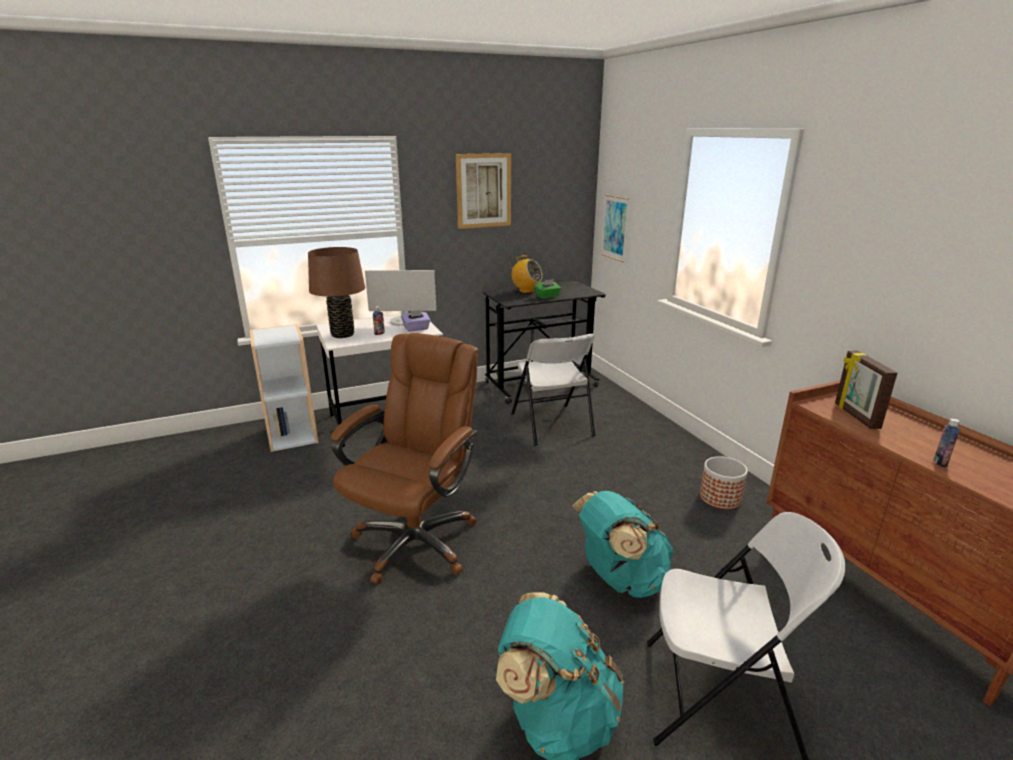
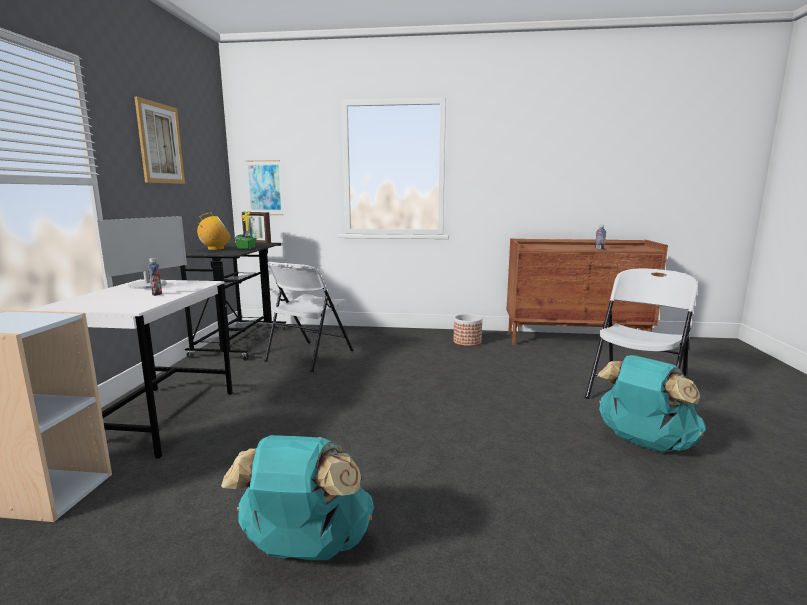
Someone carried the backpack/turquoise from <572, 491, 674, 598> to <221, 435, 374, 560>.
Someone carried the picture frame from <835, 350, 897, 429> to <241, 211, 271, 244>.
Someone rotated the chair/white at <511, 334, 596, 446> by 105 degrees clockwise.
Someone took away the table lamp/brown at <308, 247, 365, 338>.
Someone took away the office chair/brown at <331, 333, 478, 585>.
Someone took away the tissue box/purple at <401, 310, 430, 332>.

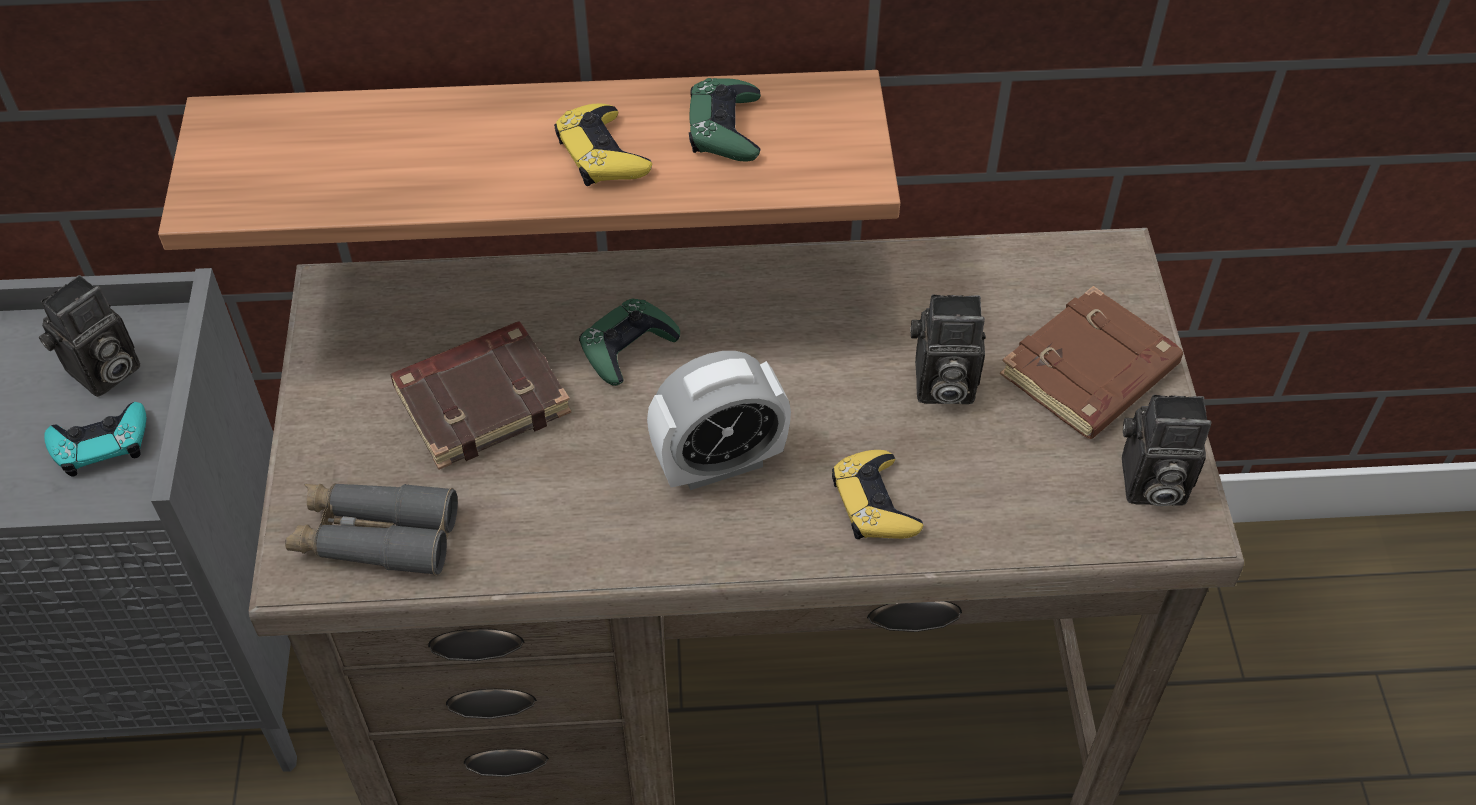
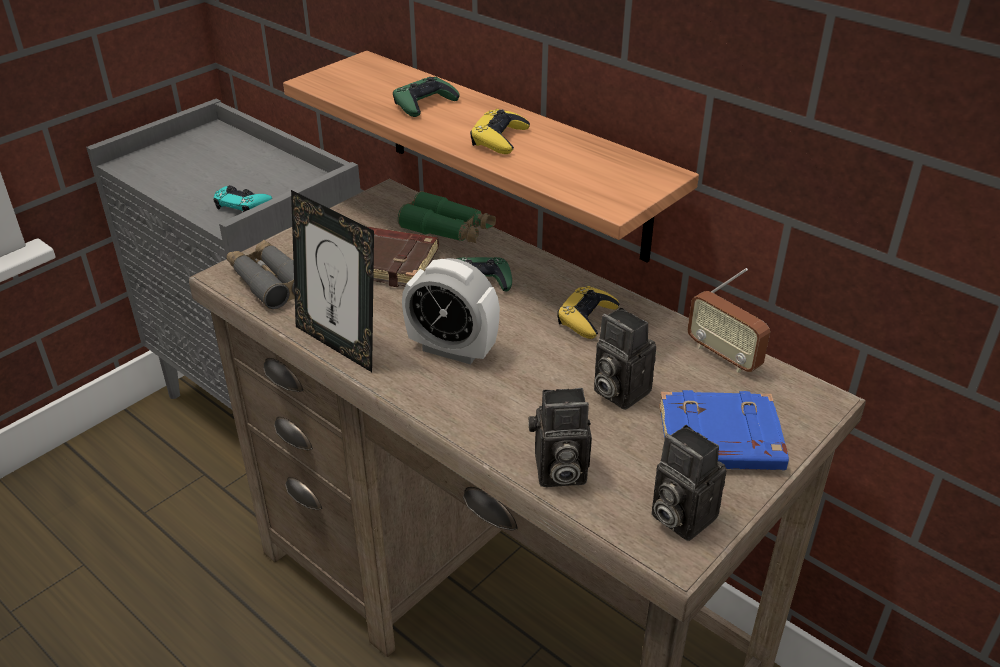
Someone put down the picture frame at <291, 190, 374, 372>.
Someone carried the game controller/green from <689, 78, 761, 161> to <393, 77, 459, 117>.
Someone put down the binoculars/green at <398, 191, 496, 243>.
Someone carried the photo camera from <39, 275, 141, 397> to <528, 388, 592, 487>.
Someone carried the game controller/yellow from <832, 450, 923, 539> to <557, 286, 620, 339>.
Someone repainted the book/brown at <1000, 286, 1183, 439>, which became the book/blue at <659, 390, 789, 470>.
Someone put down the radio at <687, 268, 770, 373>.

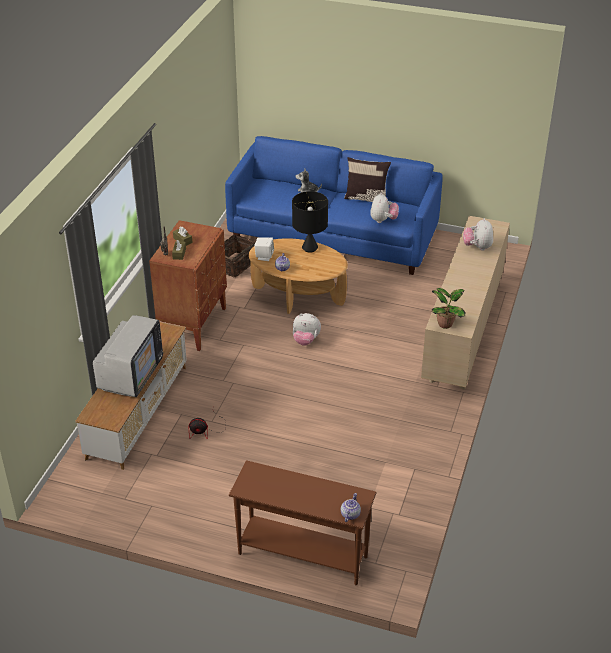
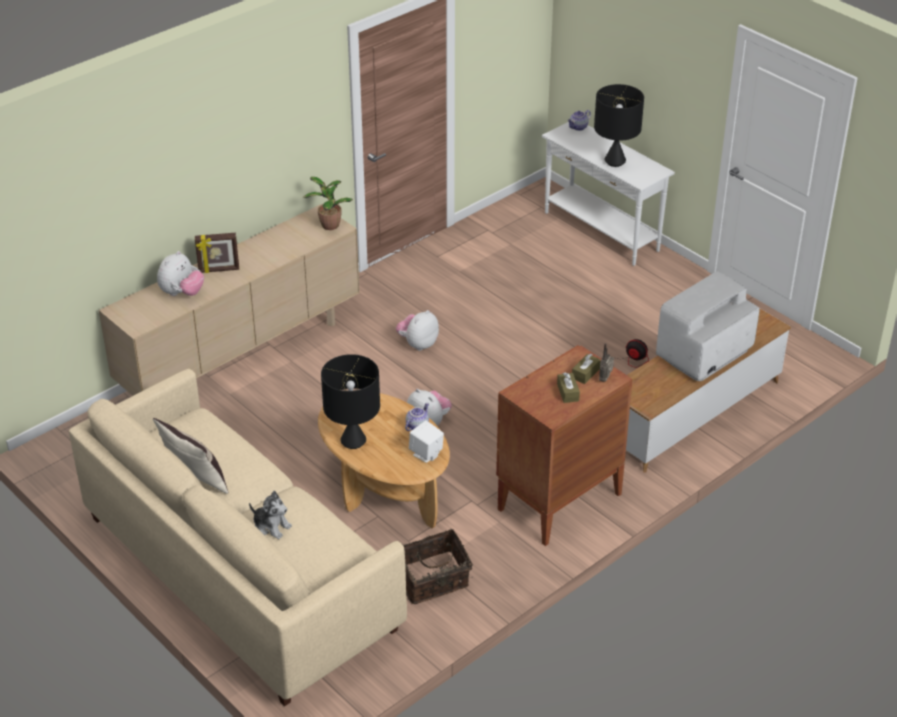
Someone repainted the sofa/blue at <225, 136, 443, 275>, which became the sofa/beige at <69, 369, 407, 706>.
Someone put down the picture frame at <195, 233, 239, 273>.
Someone carried the plush toy from <370, 193, 399, 223> to <396, 310, 439, 351>.
Someone repainted the console table/brown at <229, 460, 376, 585>, which became the console table/white at <542, 122, 675, 266>.
Someone put down the table lamp/black at <594, 84, 644, 167>.

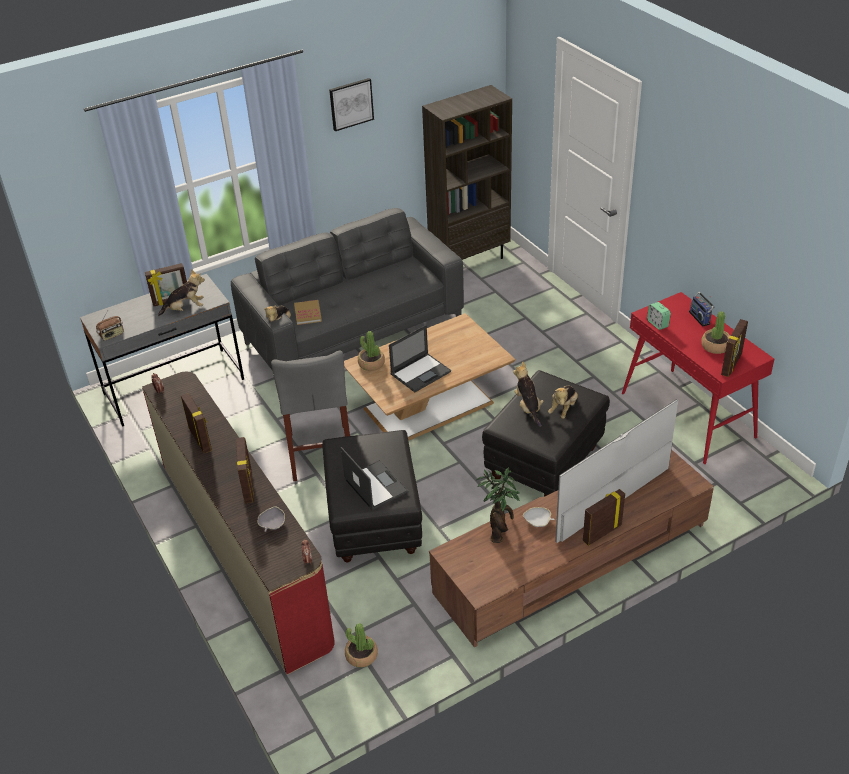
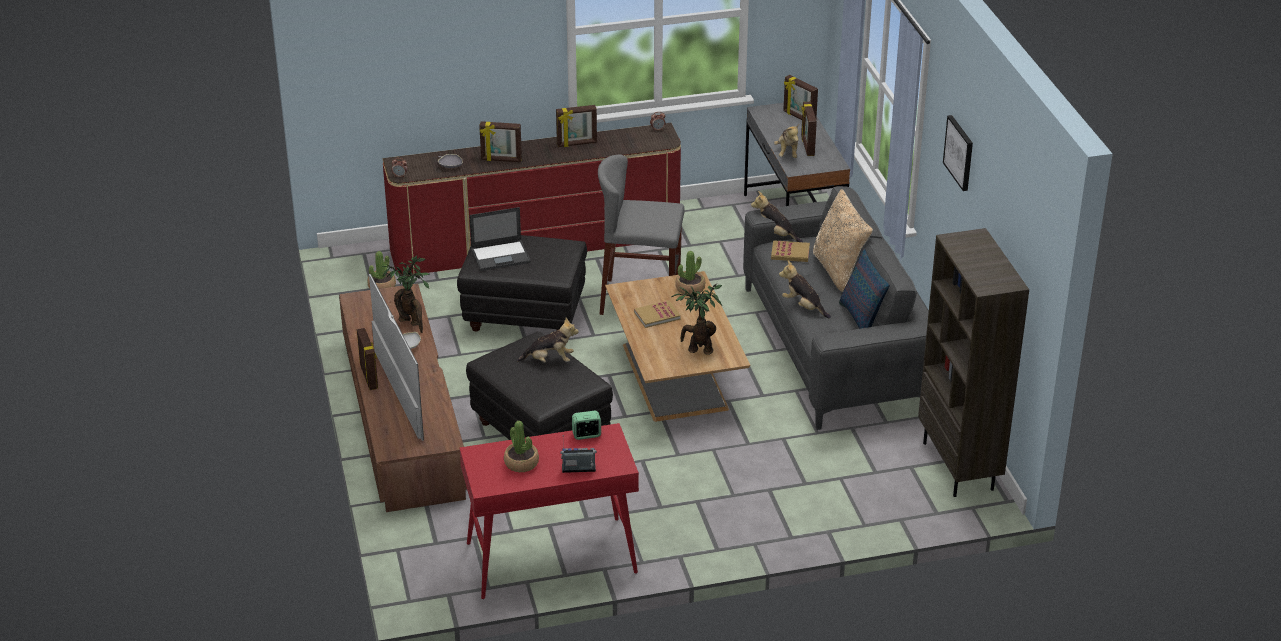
Someone swapped the laptop at <389, 325, 451, 392> for the book at <634, 300, 681, 328>.
Someone put down the potted plant at <671, 283, 722, 355>.
Someone carried the plush toy from <548, 385, 578, 419> to <779, 260, 831, 318>.
Someone carried the picture frame from <721, 319, 748, 377> to <783, 75, 818, 120>.
Someone put down the pillow/beige at <813, 189, 873, 292>.
Someone put down the pillow/blue at <839, 249, 890, 329>.
Someone took away the radio at <96, 311, 124, 341>.

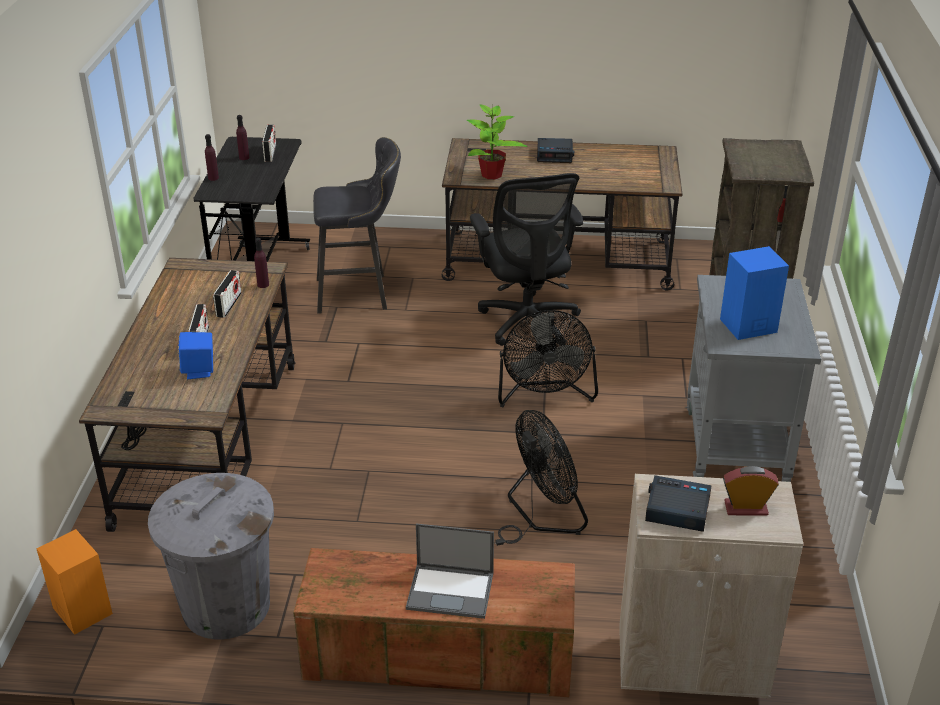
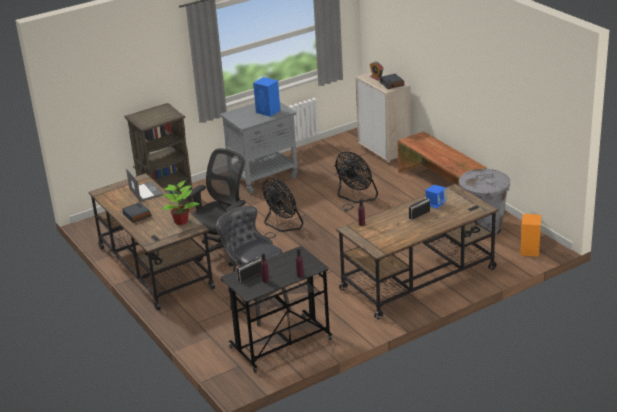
Someone carried the laptop from <406, 524, 494, 619> to <126, 169, 163, 202>.
Someone rotated the fan/black at <494, 410, 588, 546> by 105 degrees clockwise.
Someone took away the radio at <213, 270, 242, 318>.

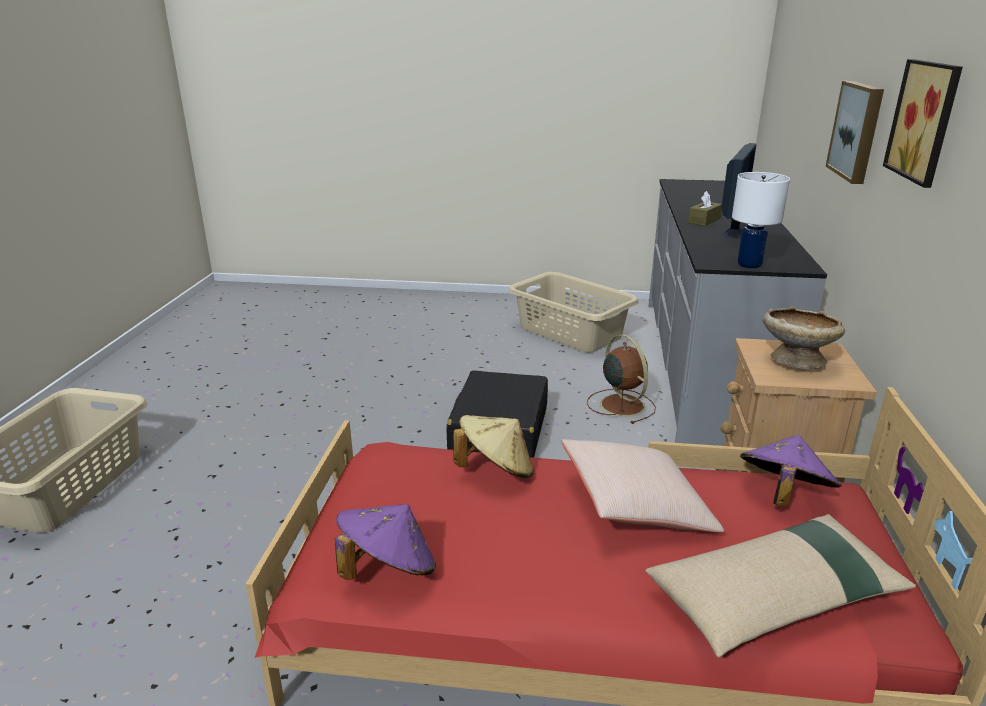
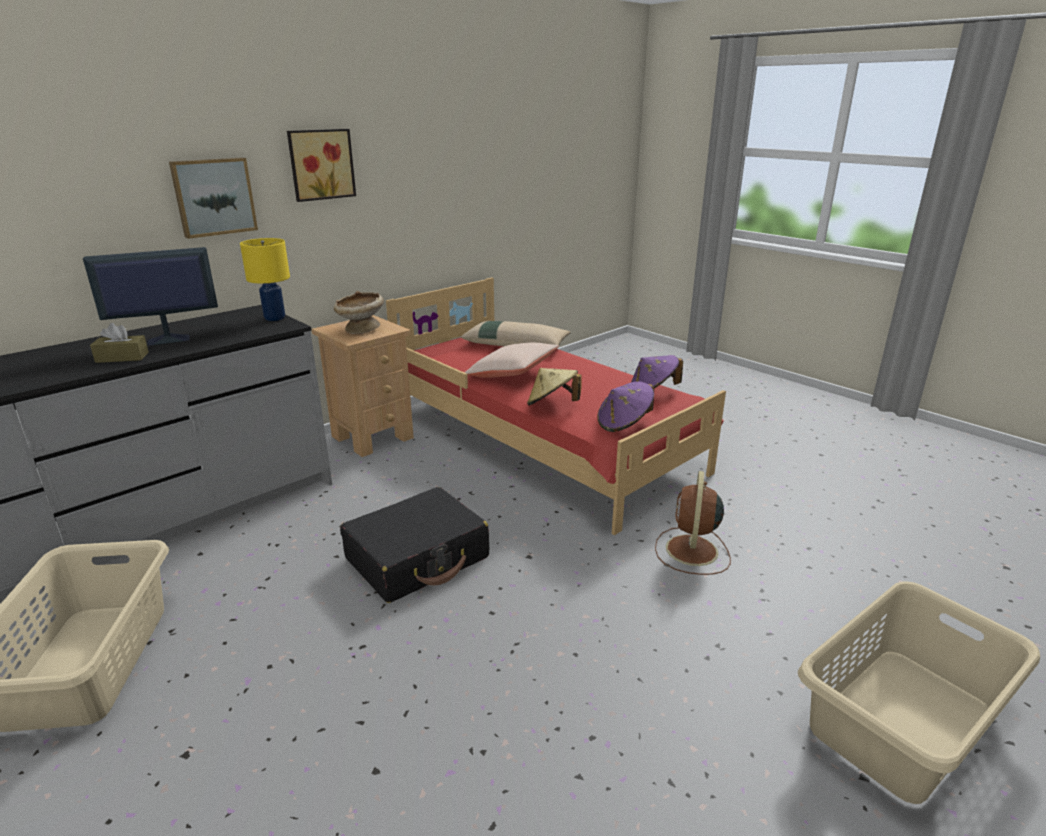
Someone repainted the table lamp/white at <732, 172, 790, 268>, which became the table lamp/yellow at <240, 238, 290, 321>.
Someone carried the hat/purple from <740, 435, 842, 507> to <597, 381, 654, 432>.
Someone carried the fan/brown from <587, 334, 656, 424> to <655, 471, 731, 575>.

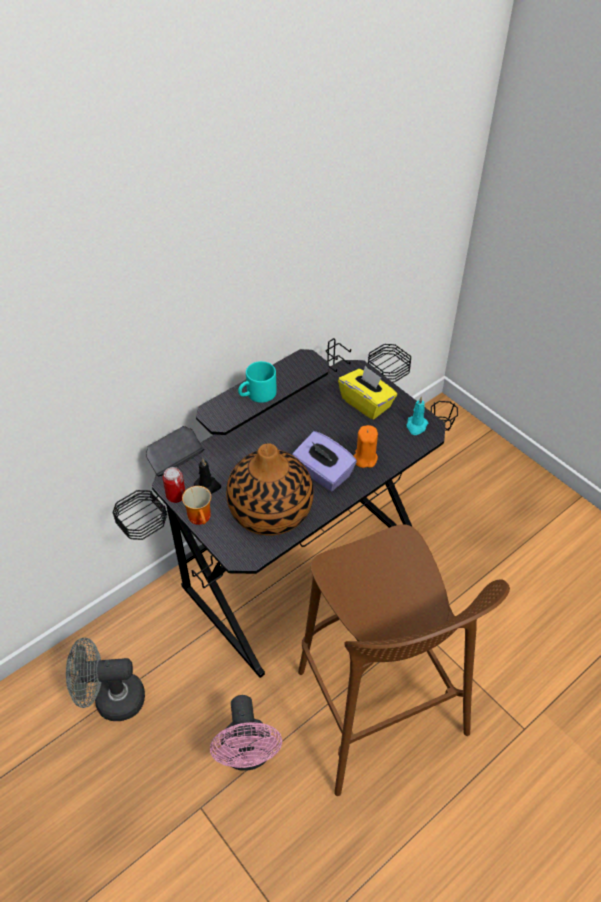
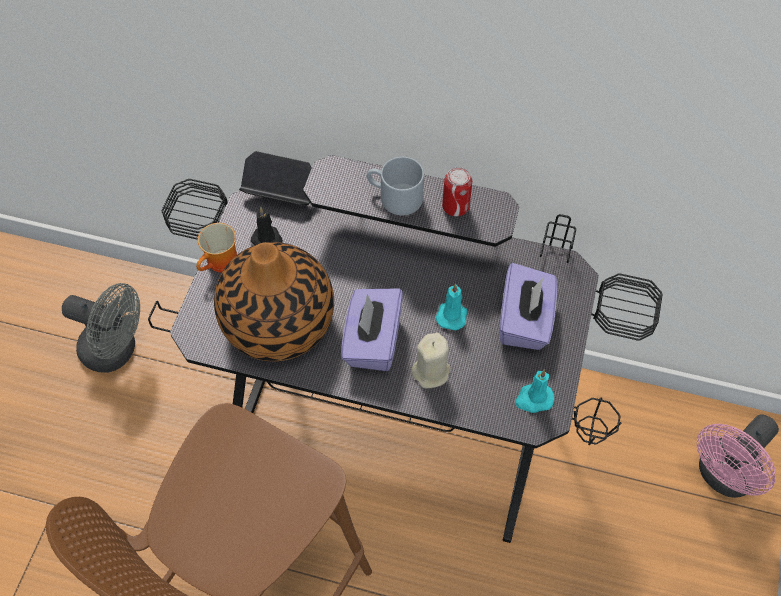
Someone rotated the fan/grey at <66, 638, 145, 721> by 150 degrees clockwise.
Someone repainted the mug/turquoise at <238, 361, 277, 403>, which became the mug/grey at <367, 157, 424, 216>.
Someone repainted the candle/orange at <353, 425, 378, 468>, which became the candle/beige at <411, 332, 450, 388>.
Someone put down the candle/turquoise at <435, 284, 467, 330>.
Someone carried the can from <163, 467, 186, 503> to <442, 167, 472, 216>.
Someone repainted the tissue box/yellow at <338, 366, 397, 420>, which became the tissue box/purple at <500, 263, 557, 350>.
Someone carried the fan/pink from <210, 695, 282, 771> to <697, 414, 779, 498>.

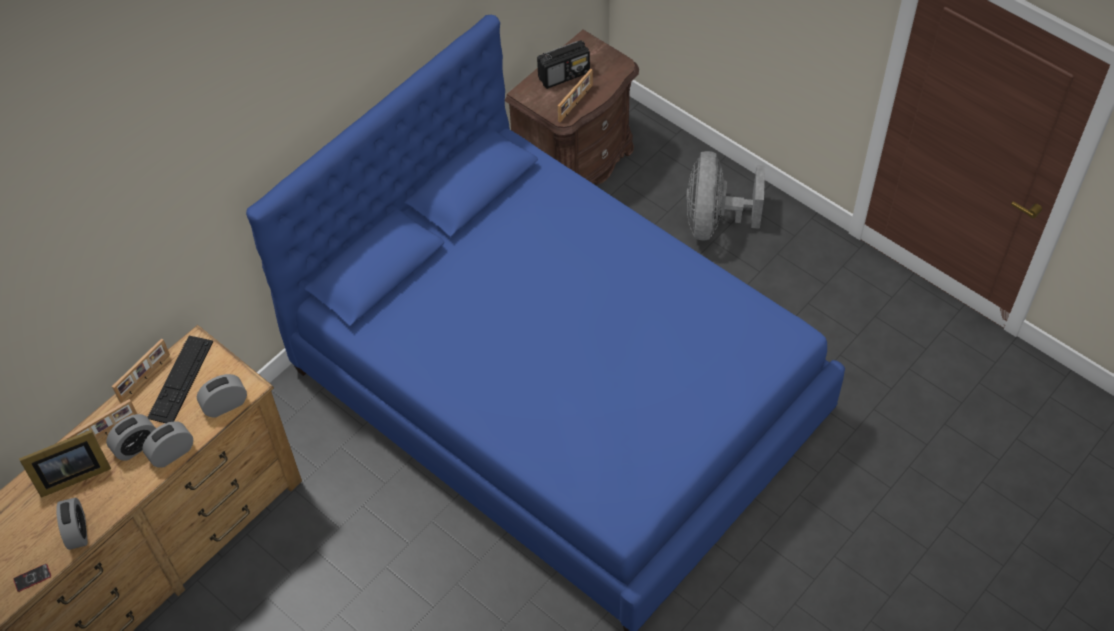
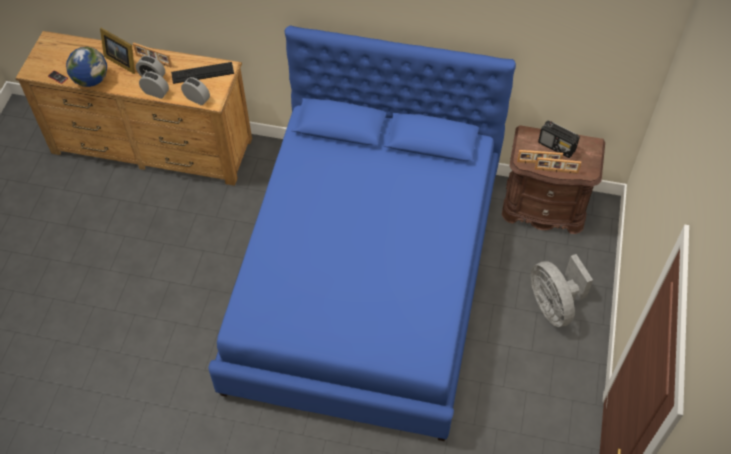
Someone swapped the alarm clock at <56, 497, 88, 550> for the globe at <66, 47, 107, 87>.
Someone rotated the fan/grey at <686, 151, 765, 241> by 90 degrees counterclockwise.
Someone carried the picture frame from <112, 338, 170, 402> to <535, 157, 581, 174>.

